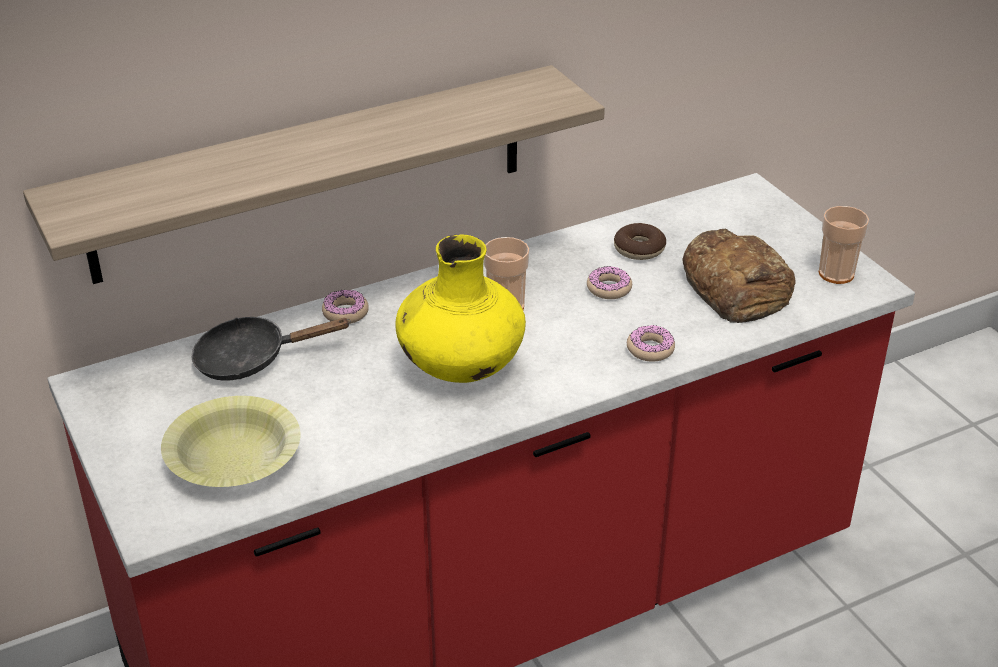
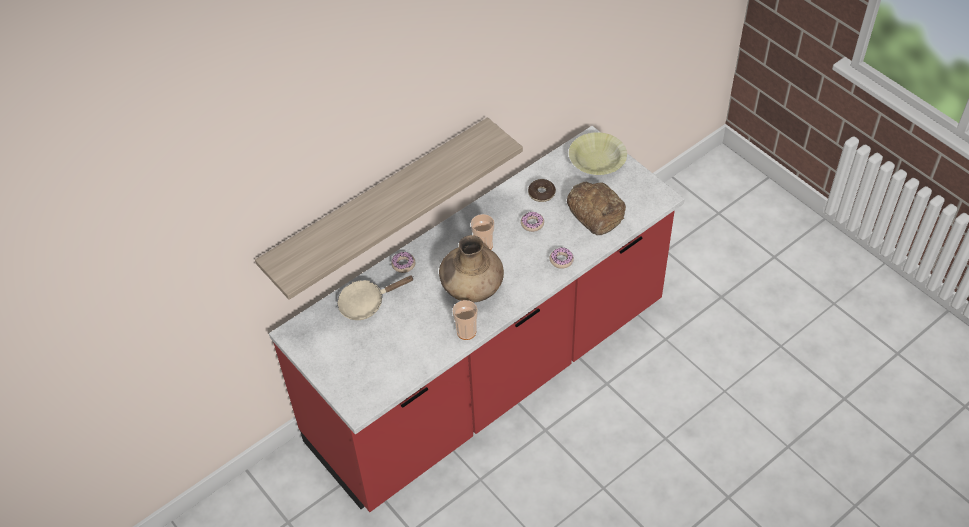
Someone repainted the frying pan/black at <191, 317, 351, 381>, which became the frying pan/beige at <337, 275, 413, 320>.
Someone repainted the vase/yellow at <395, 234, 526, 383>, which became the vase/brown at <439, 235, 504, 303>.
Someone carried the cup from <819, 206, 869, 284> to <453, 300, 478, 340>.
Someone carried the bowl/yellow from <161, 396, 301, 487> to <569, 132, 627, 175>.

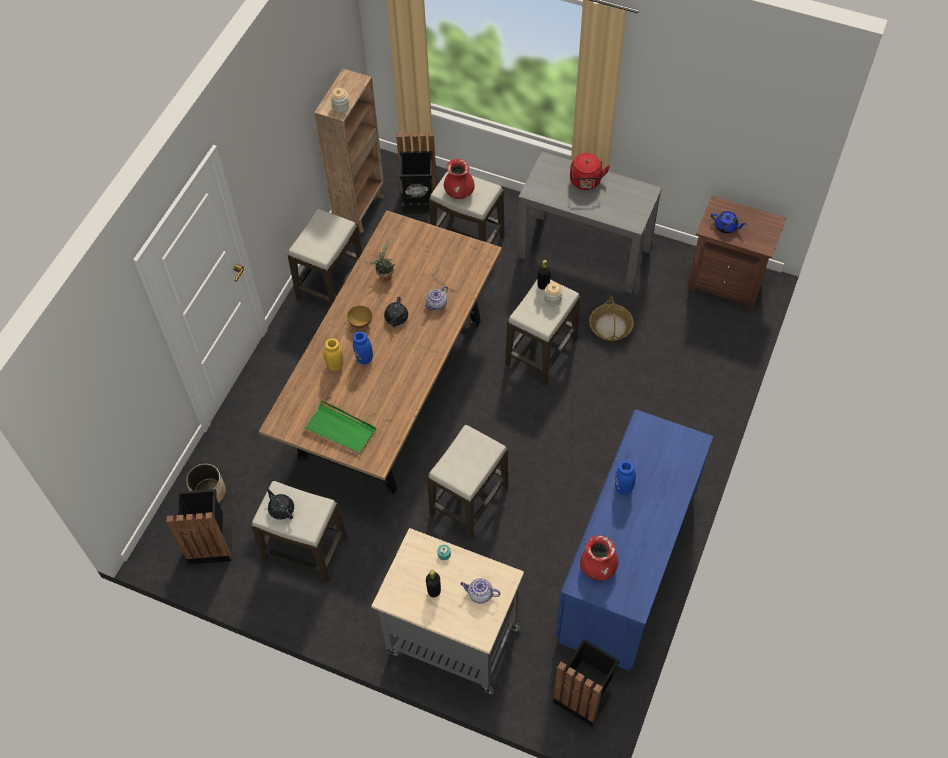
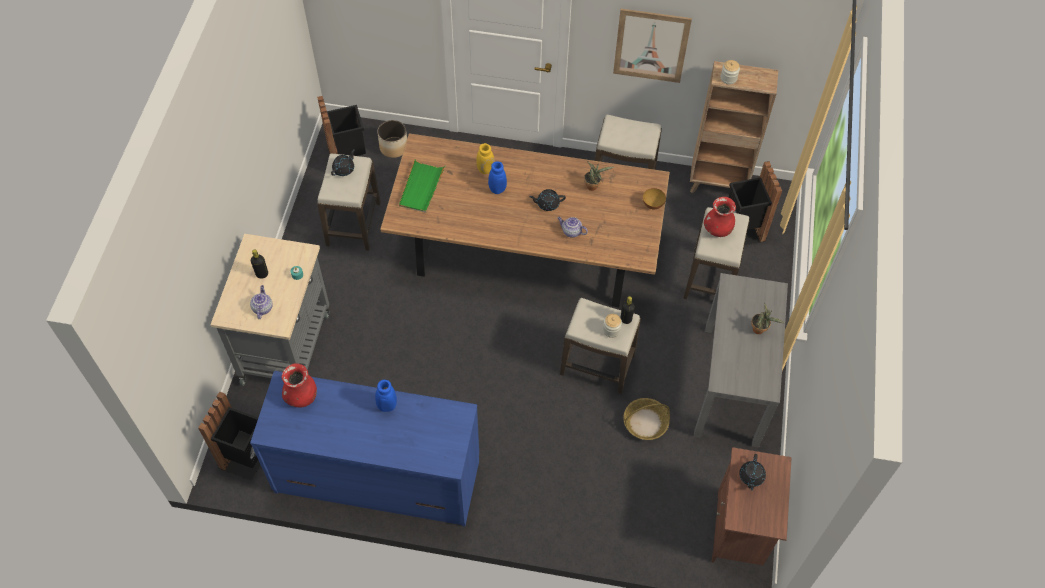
Someone put up the picture at <613, 9, 692, 83>.
Someone carried the bowl from <347, 306, 372, 329> to <643, 188, 666, 209>.
Someone repainted the teapot/blue at <711, 211, 747, 233>, which became the teapot/black at <739, 454, 766, 491>.
Someone swapped the kettle/red at <570, 153, 610, 190> for the potted plant at <751, 303, 784, 334>.
Someone took away the stool at <427, 425, 509, 539>.

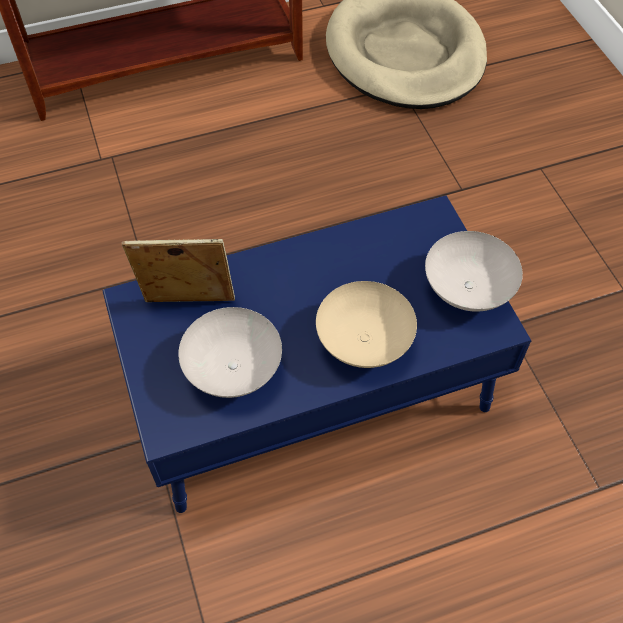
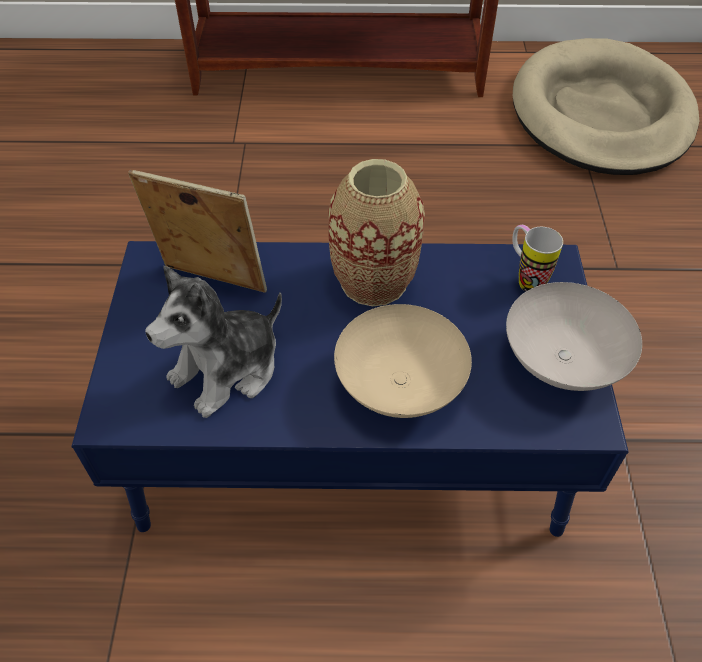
Someone swapped the bowl/white at <178, 307, 282, 398> for the plush toy at <145, 266, 282, 418>.
Someone put down the vase at <328, 159, 425, 306>.
Someone put down the mug at <512, 225, 563, 291>.

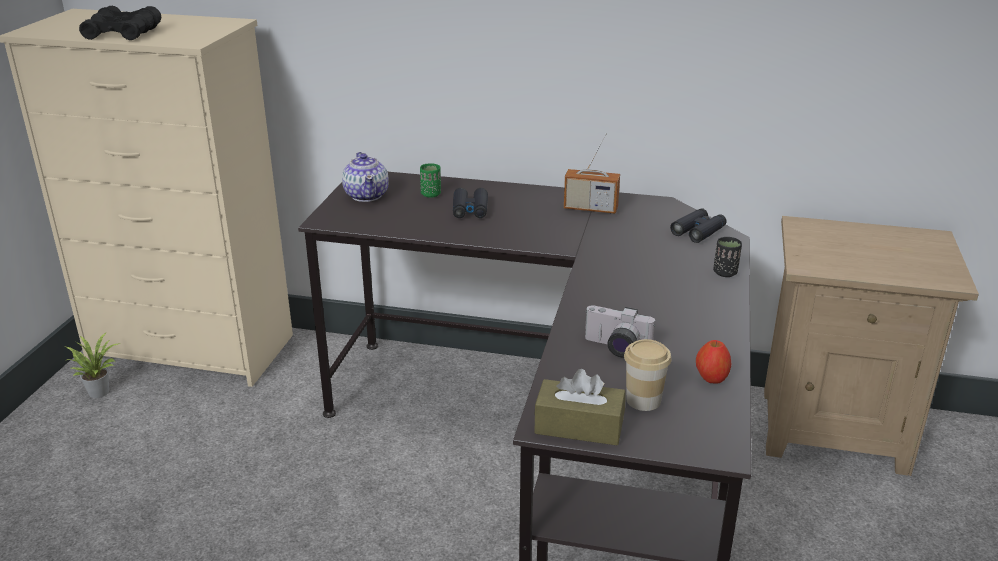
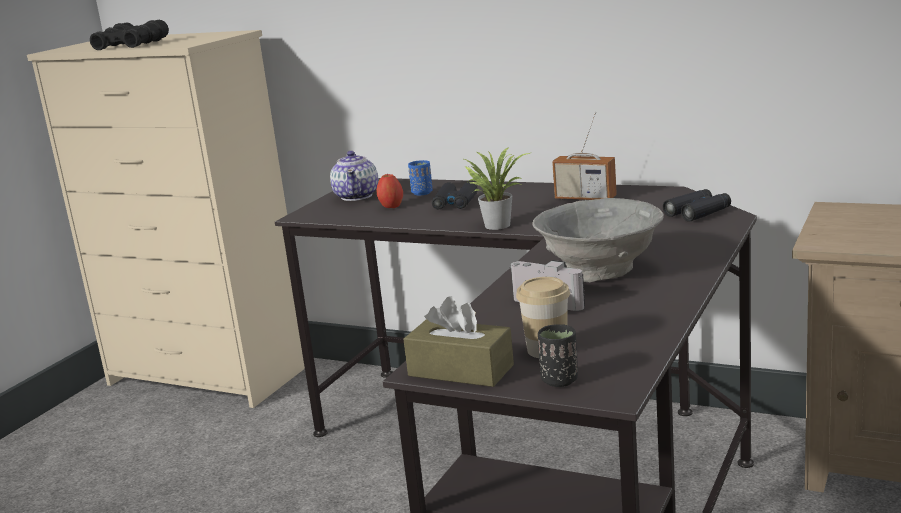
Someone carried the apple from <696, 340, 732, 384> to <376, 174, 403, 208>.
Someone repainted the cup/green at <420, 163, 441, 198>, which became the cup/blue at <408, 160, 432, 195>.
Someone carried the potted plant from <66, 333, 120, 398> to <464, 147, 530, 230>.
Someone put down the bowl/grey at <533, 198, 664, 282>.
Someone carried the cup/black from <713, 237, 742, 277> to <538, 324, 578, 387>.

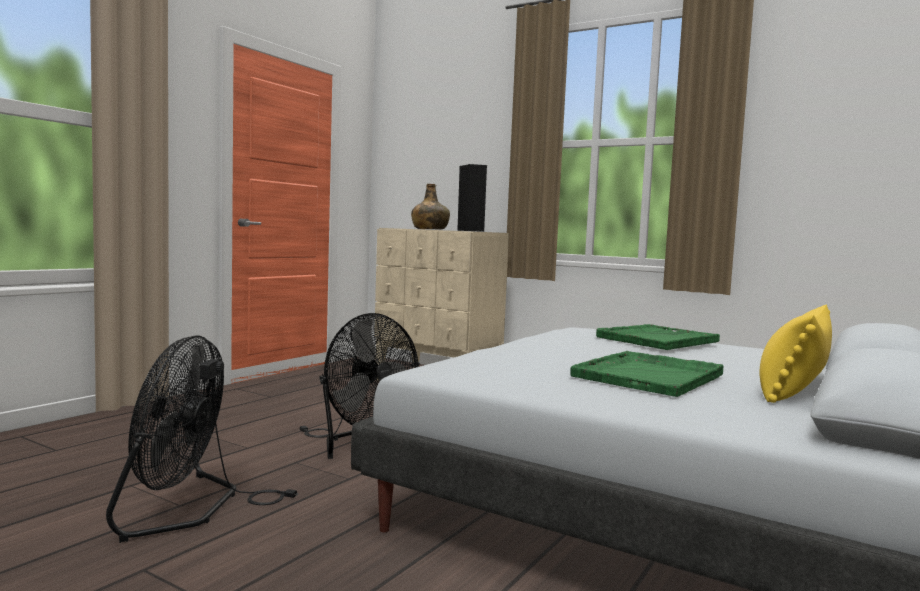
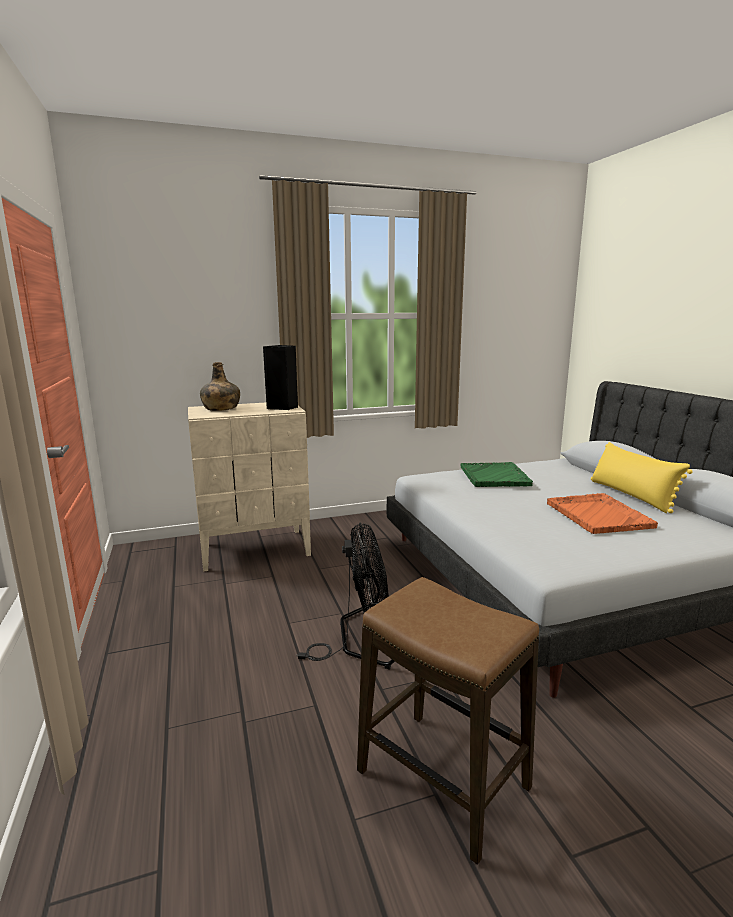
Someone swapped the fan/black at <106, 335, 299, 543> for the stool at <357, 577, 539, 865>.
Someone repainted the tray/green at <570, 351, 723, 397>, which became the tray/orange at <547, 493, 658, 534>.

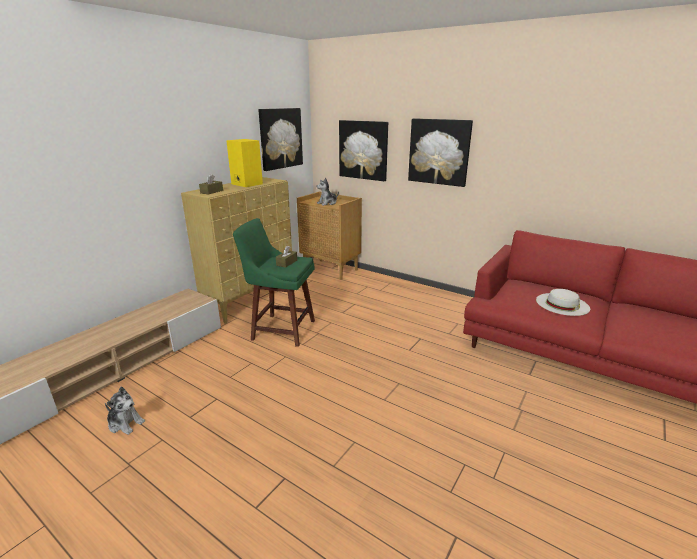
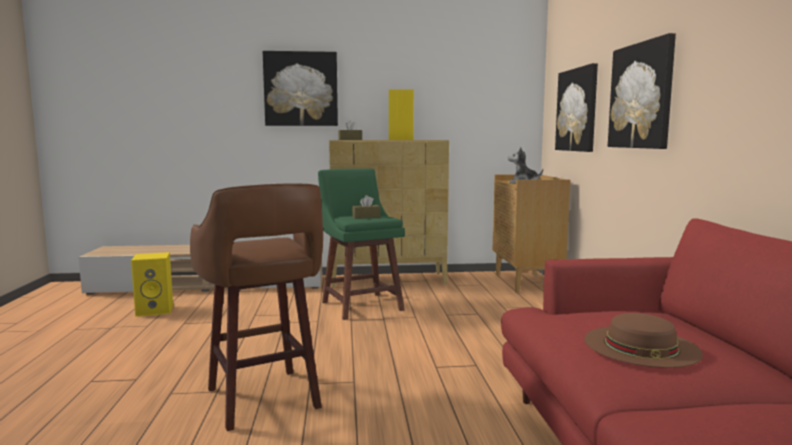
Someone swapped the plush toy at <105, 387, 145, 435> for the speaker/yellow at <131, 252, 173, 317>.
Someone put down the stool/brown at <190, 183, 323, 431>.
Someone carried the picture from <258, 108, 303, 171> to <263, 51, 338, 126>.
Someone repainted the hat/white at <536, 289, 590, 316>, which became the hat/brown at <585, 313, 703, 368>.

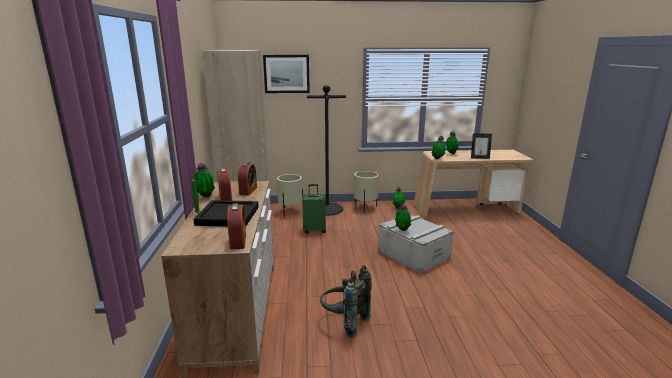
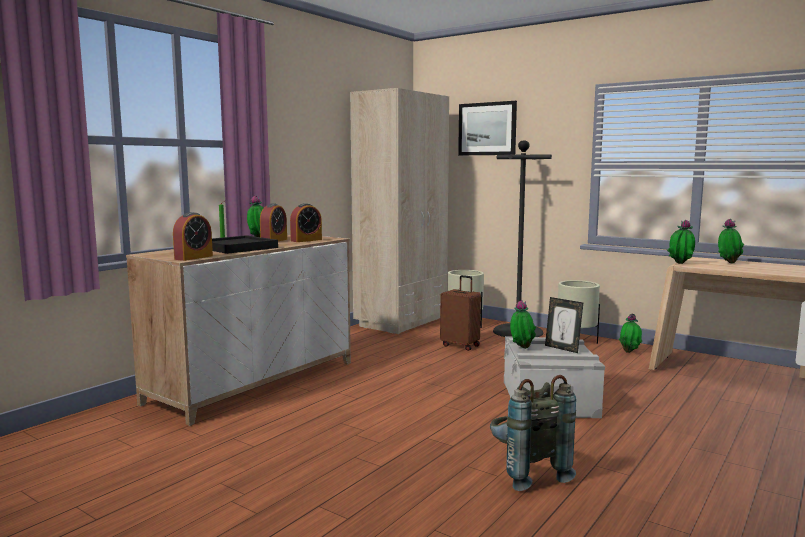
Someone repainted the suitcase/green at <302, 184, 326, 234>, which became the suitcase/brown at <440, 275, 481, 351>.
Someone carried the backpack/grey from <320, 265, 372, 337> to <490, 375, 576, 491>.
Someone carried the picture frame from <471, 133, 492, 159> to <545, 297, 583, 353>.

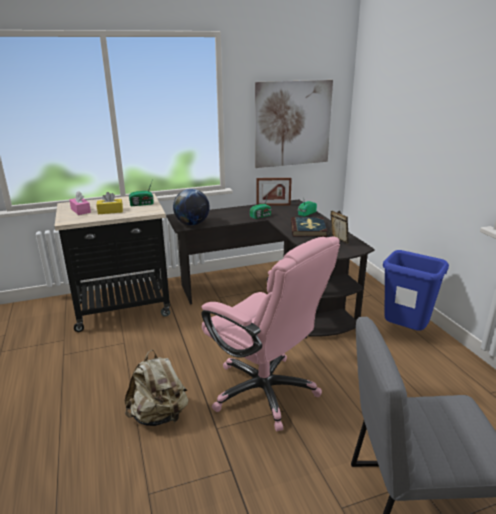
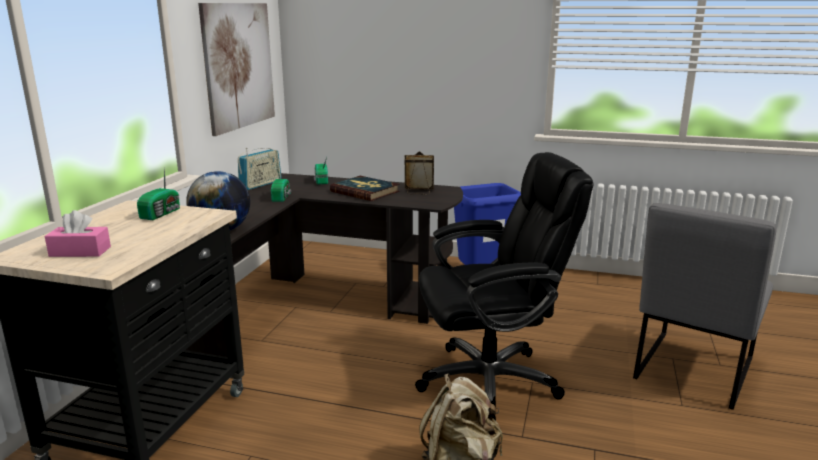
Someone swapped the picture frame at <257, 178, 292, 206> for the radio at <238, 148, 281, 190>.
Someone repainted the office chair/pink at <201, 236, 340, 431>, which became the office chair/black at <415, 152, 593, 420>.
Someone took away the tissue box/yellow at <96, 192, 123, 214>.

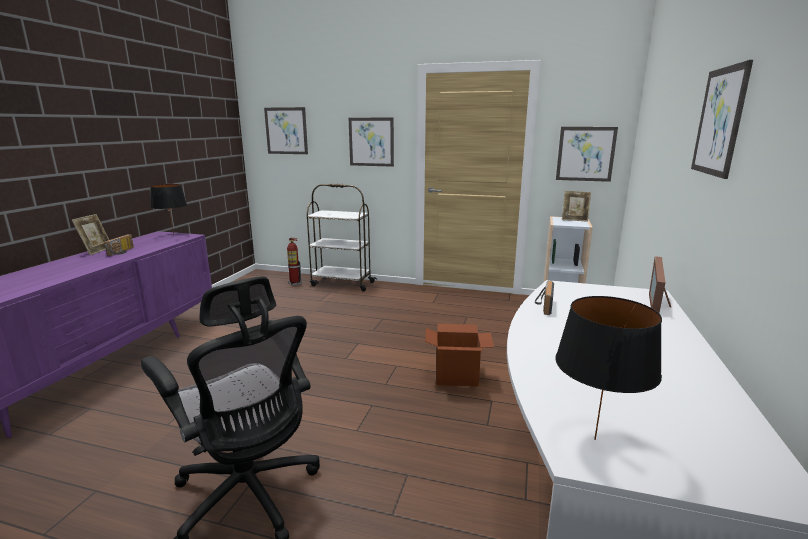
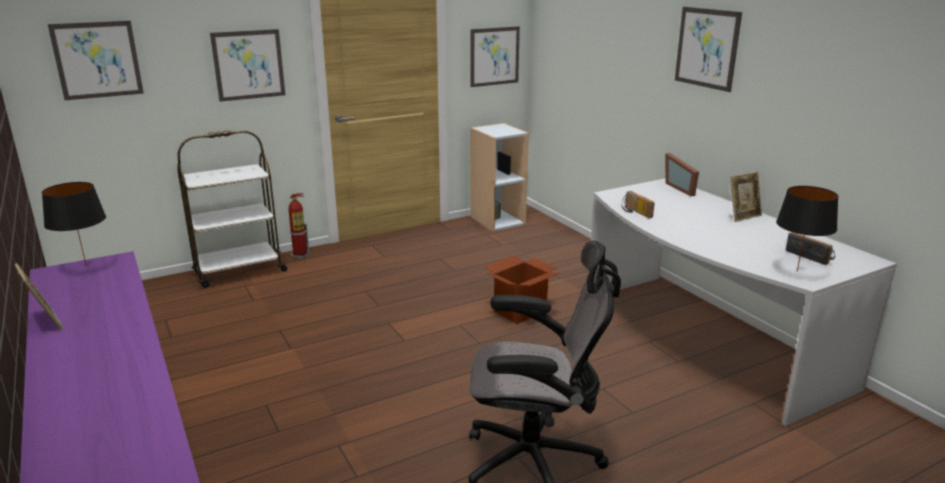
Someone carried the fire extinguisher from <287, 238, 302, 286> to <288, 193, 310, 259>.
Someone carried the picture frame from <562, 191, 591, 222> to <730, 172, 762, 222>.
Someone carried the radio from <104, 234, 134, 256> to <786, 232, 835, 265>.

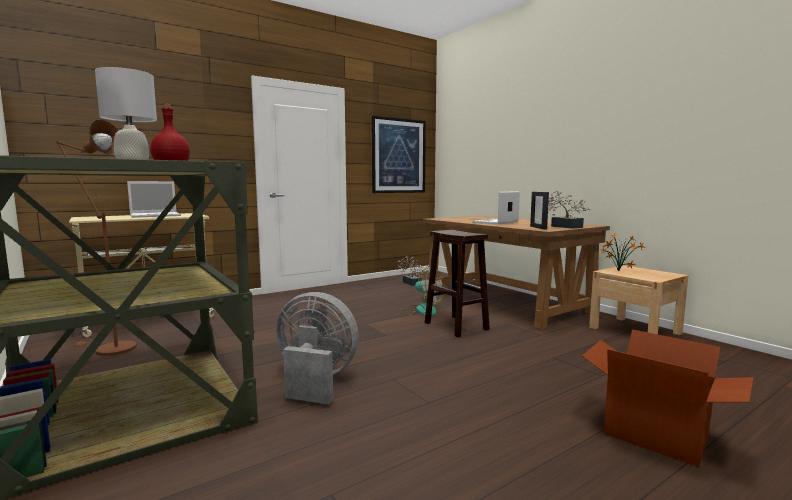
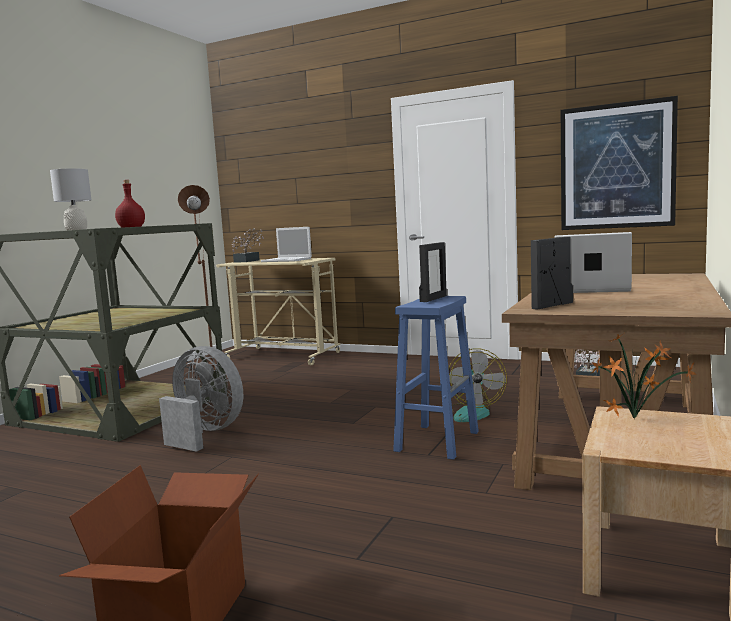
Someone rotated the fan/grey at <276, 292, 359, 404> by 45 degrees counterclockwise.
Someone carried the potted plant from <548, 191, 590, 229> to <232, 228, 264, 263>.
Someone repainted the stool/brown at <425, 230, 490, 338>, which became the stool/blue at <393, 296, 479, 460>.
Someone put down the picture frame at <419, 242, 447, 302>.

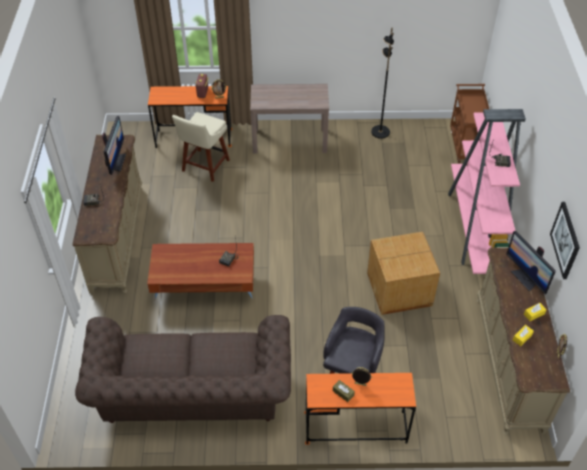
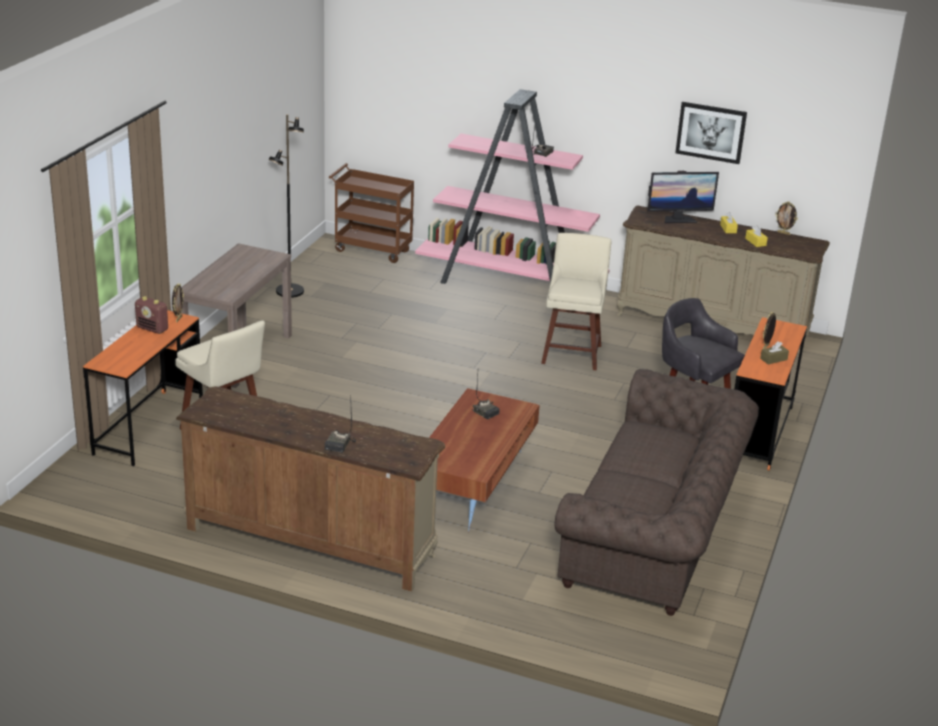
Someone swapped the cardboard box at <367, 232, 440, 315> for the stool/beige at <541, 233, 612, 371>.
Someone took away the monitor at <102, 116, 126, 175>.

